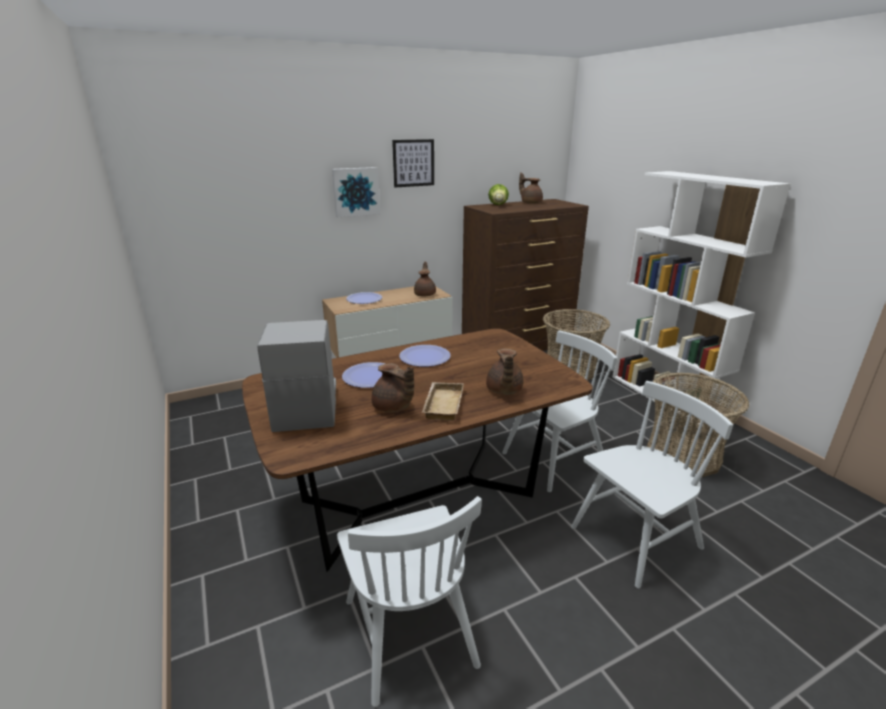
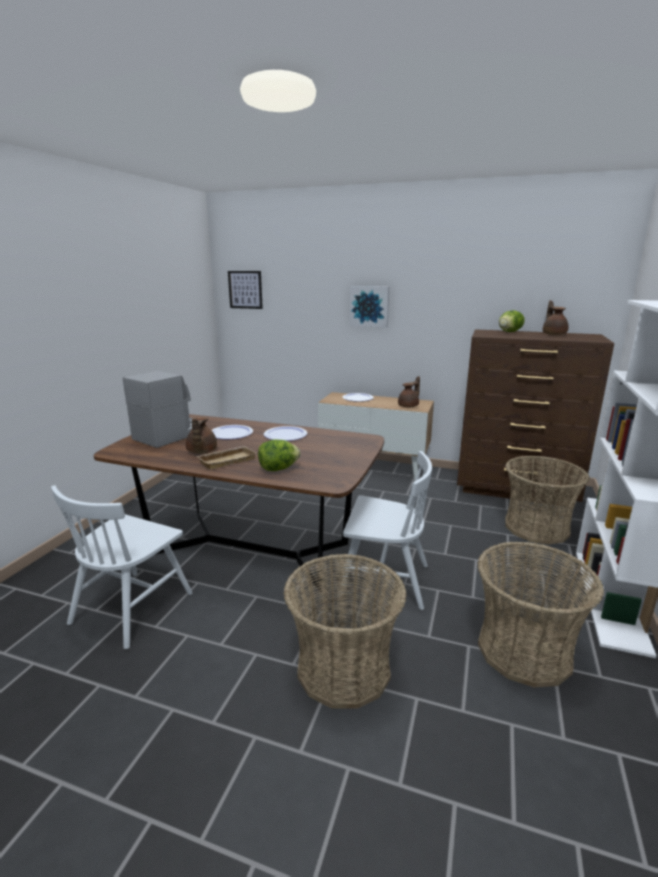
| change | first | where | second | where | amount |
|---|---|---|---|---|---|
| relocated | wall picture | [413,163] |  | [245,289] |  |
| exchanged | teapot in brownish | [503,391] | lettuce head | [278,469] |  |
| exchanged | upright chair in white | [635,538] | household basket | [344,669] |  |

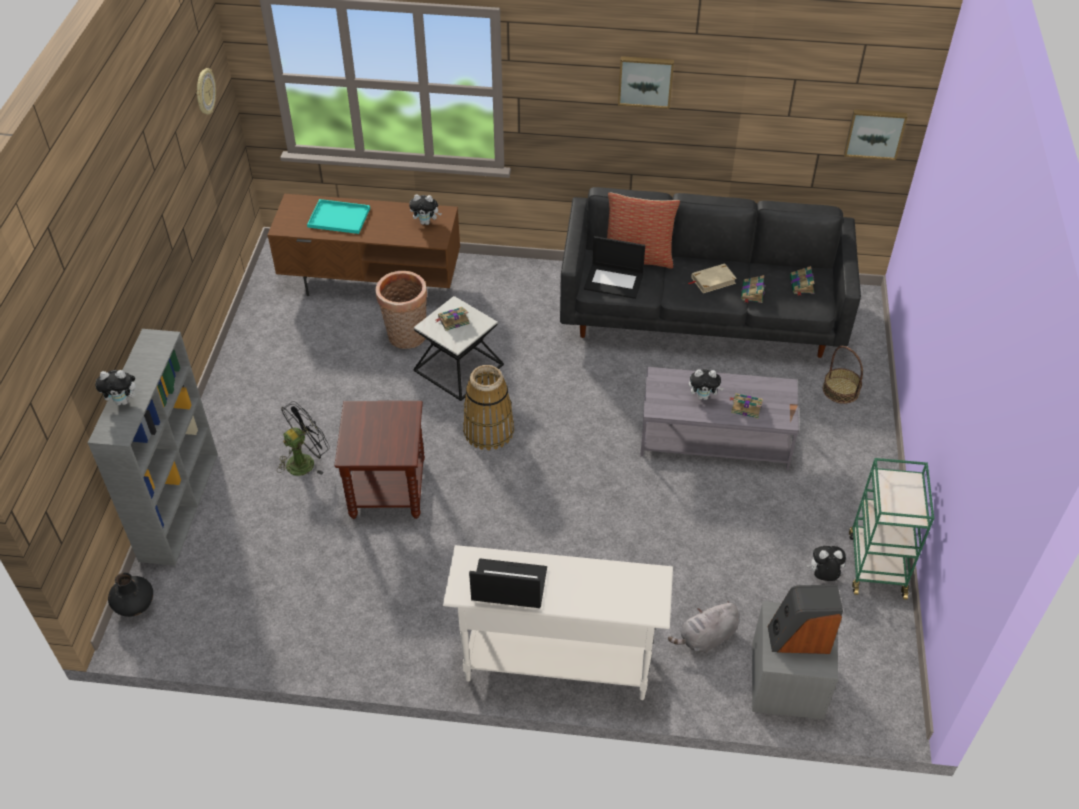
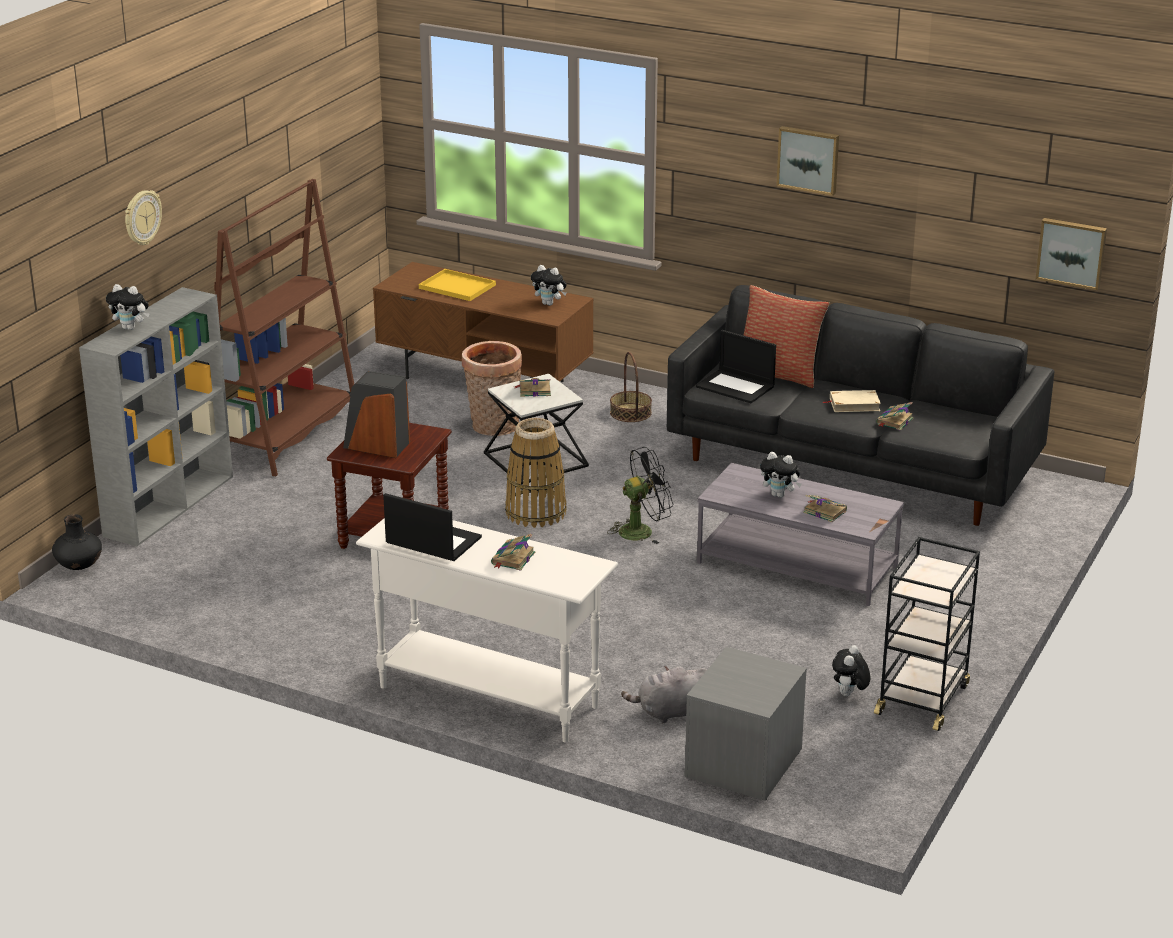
| change | first | where | second | where | amount |
|---|---|---|---|---|---|
| relocated | hanging clock | [204,92] |  | [142,217] |  |
| colour | carrying tray in turquoise-coloured | [337,218] | carrying tray in yellow-coloured | [455,286] |  |
| relocated | volume | [801,285] |  | [512,559] |  |
| relocated | household basket | [841,390] |  | [630,413] |  |
| relocated | electric fan in black-coloured | [305,461] |  | [642,530] |  |
| colour | wheeled cart in green | [876,564] | wheeled cart in black-coloured | [922,699] |  |
| spun | soft toy | [823,576] |  | [849,695] | 90 degrees counterclockwise |
| relocated | loudspeaker | [799,638] |  | [376,446] |  |
| appeared |  |  | bookshelf in brownish | [286,437] |  |

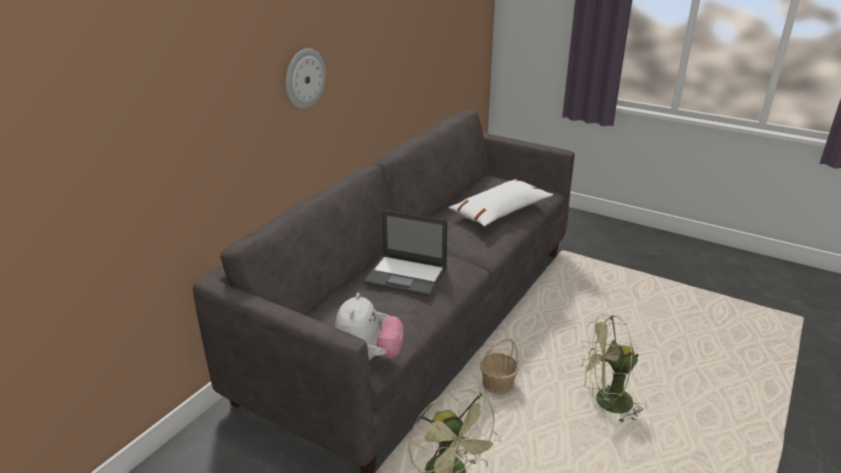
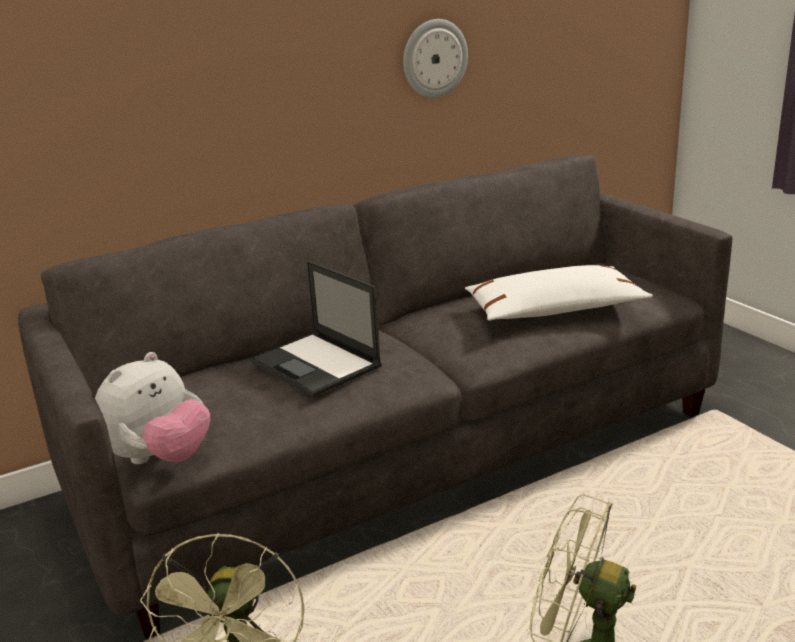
| change | first | where | second | where | amount |
|---|---|---|---|---|---|
| relocated | hanging clock | [304,78] |  | [434,58] |  |
| missing | household basket | [497,384] |  |  |  |

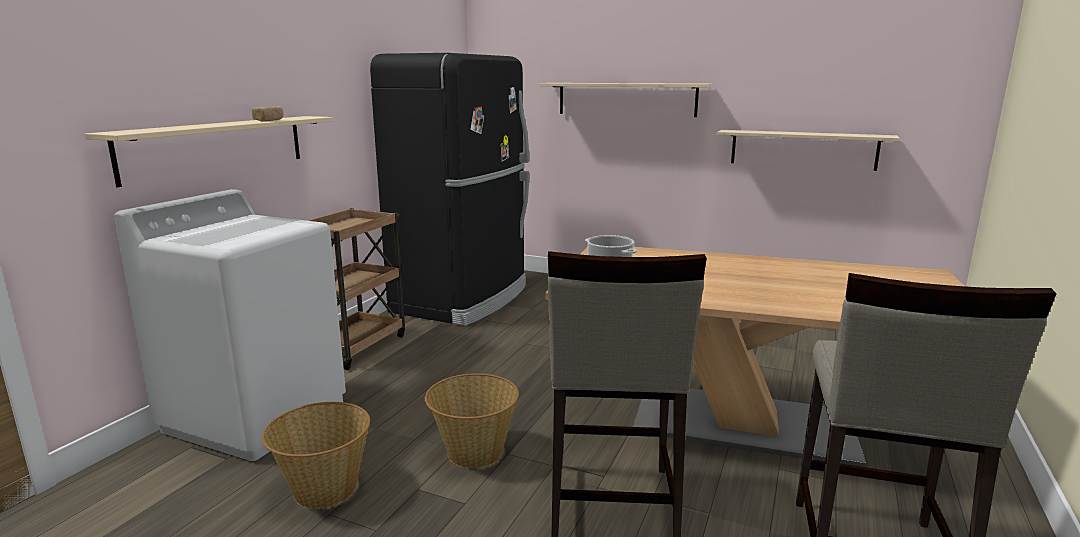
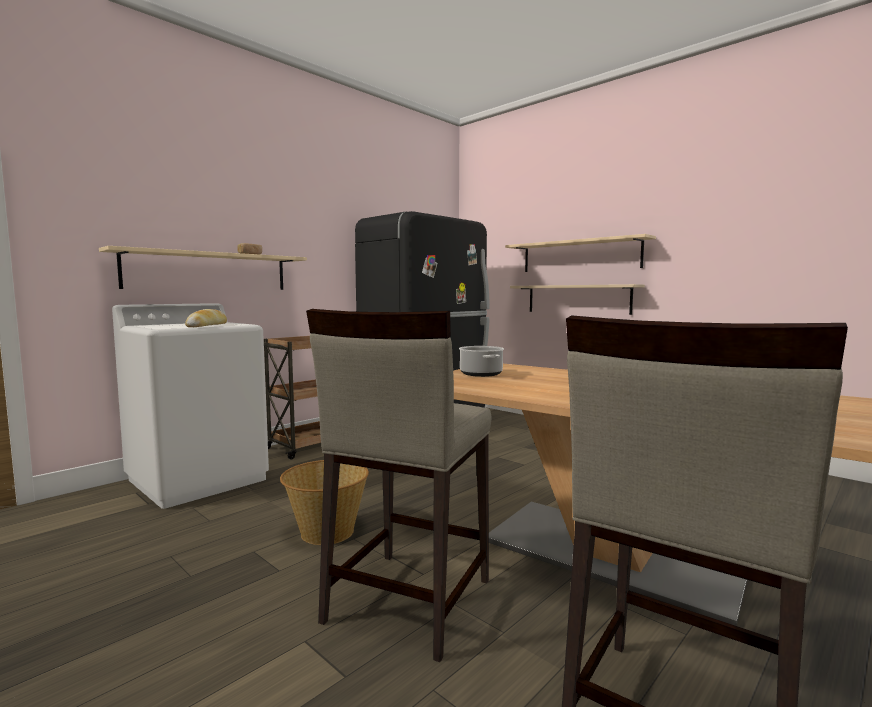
| change | first | where | second | where | amount |
|---|---|---|---|---|---|
| relocated | shelf in sand-coloured | [802,149] |  | [577,299] |  |
| missing | household basket | [324,489] |  |  |  |
| appeared |  |  | baked bread | [207,325] |  |

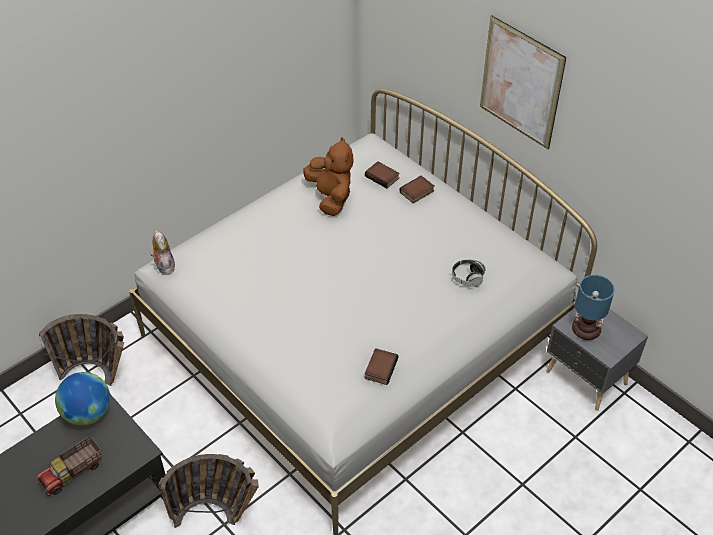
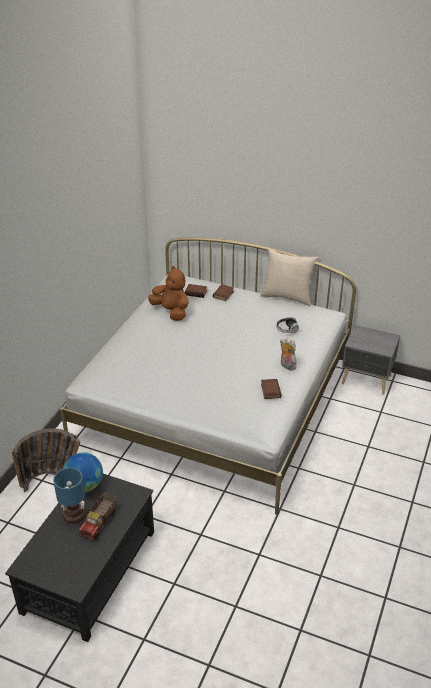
| change | first | where | second | where | amount |
|---|---|---|---|---|---|
| missing | wall picture | [520,83] |  |  |  |
| relocated | soft toy | [164,266] |  | [286,366] |  |
| relocated | tabletop lamp | [584,330] |  | [73,515] |  |
| missing | household basket | [218,516] |  |  |  |
| appeared |  |  | pillow in sand-coloured | [287,297] |  |

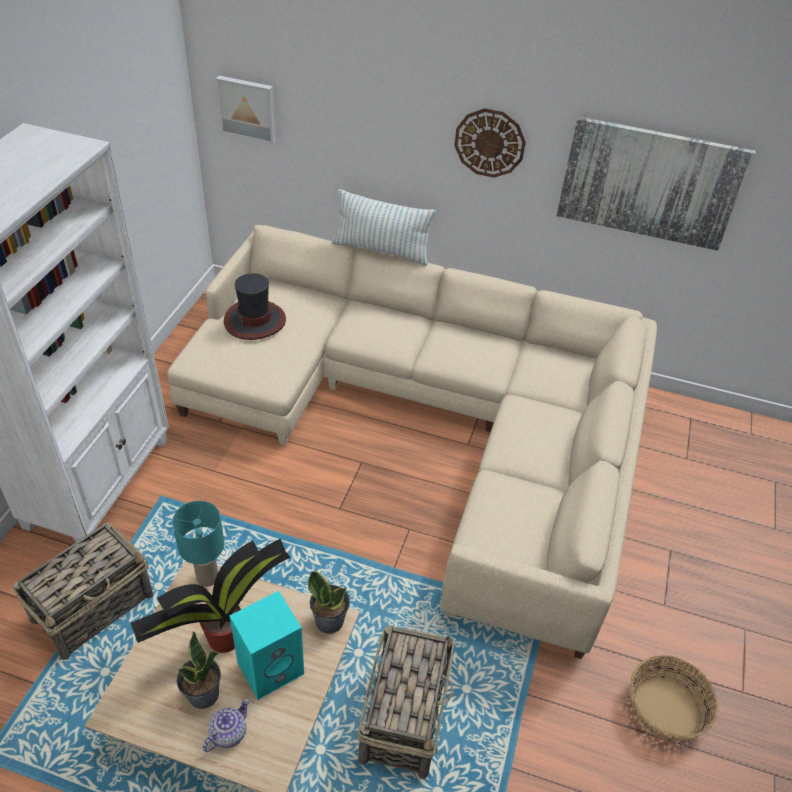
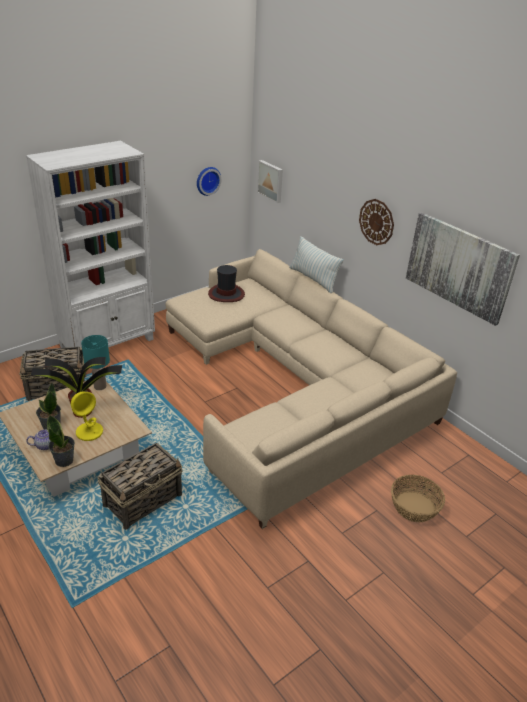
| change | first | where | second | where | amount |
|---|---|---|---|---|---|
| relocated | houseplant | [329,620] |  | [64,460] |  |
| exchanged | loudspeaker in turquoise-coloured | [271,666] | tabletop lamp in yellow-coloured | [89,432] |  |
| relocated | household basket | [664,708] |  | [414,506] |  |
| appeared |  |  | hanging clock | [207,180] |  |

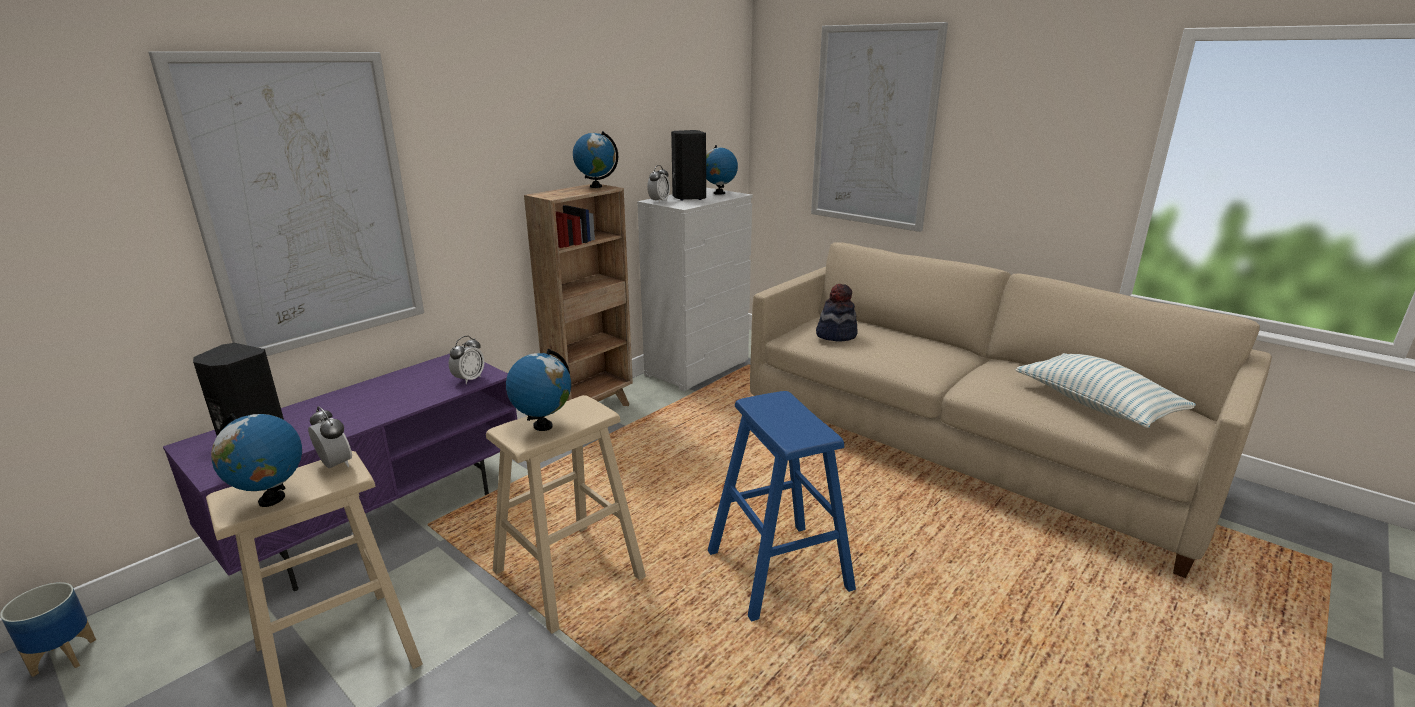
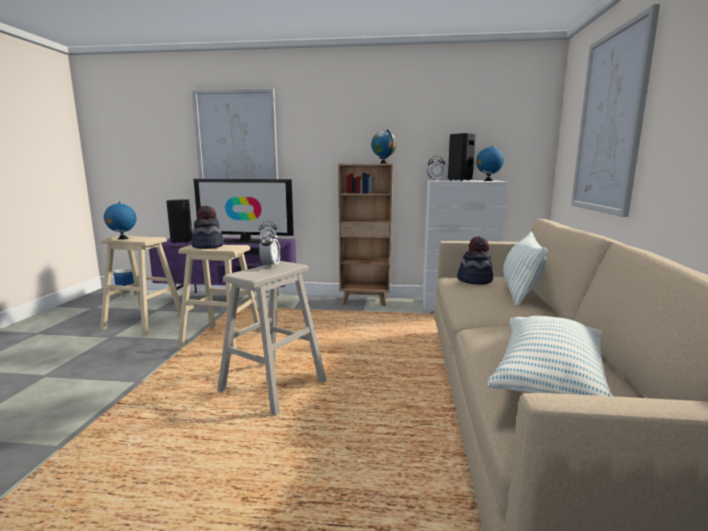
| change | first | where | second | where | amount |
|---|---|---|---|---|---|
| exchanged | world globe | [543,426] | clothing hat | [208,246] |  |
| colour | sitting stool in blue-coloured | [778,570] | sitting stool in sand-coloured | [273,386] |  |
| relocated | bedside clock | [335,465] |  | [270,266] |  |
| appeared |  |  | TV | [246,241] |  |
| appeared |  |  | pillow | [520,292] |  |

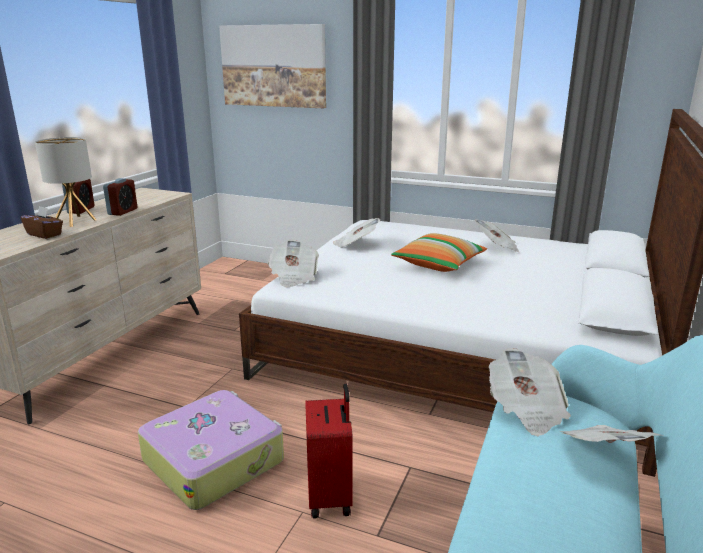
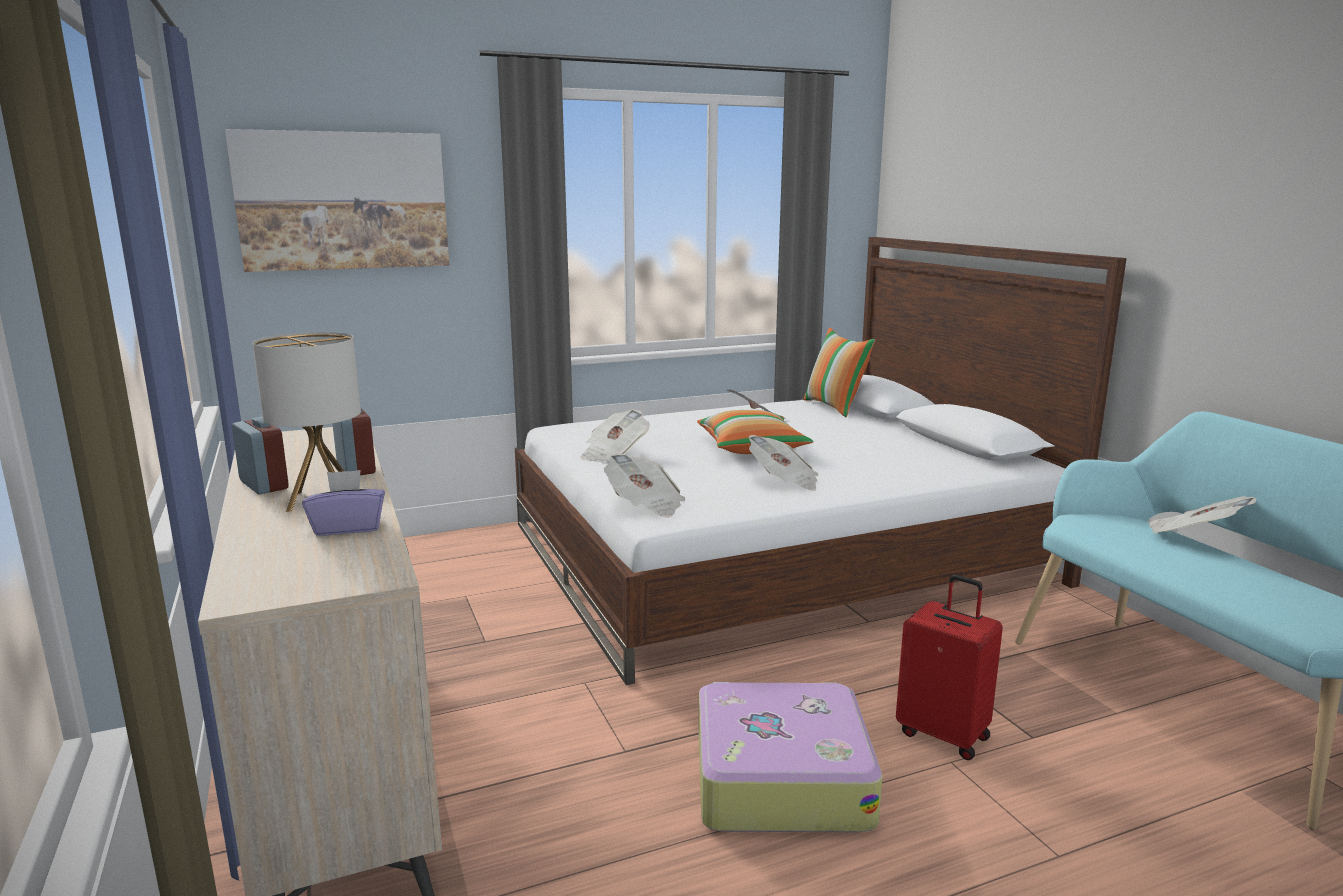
| change | first | where | second | where | amount |
|---|---|---|---|---|---|
| colour | tissue holder in brownish | [45,234] | tissue holder in purplish | [348,527] |  |
| relocated | daily paper | [526,410] |  | [784,482] |  |
| appeared |  |  | pillow | [835,407] |  |

